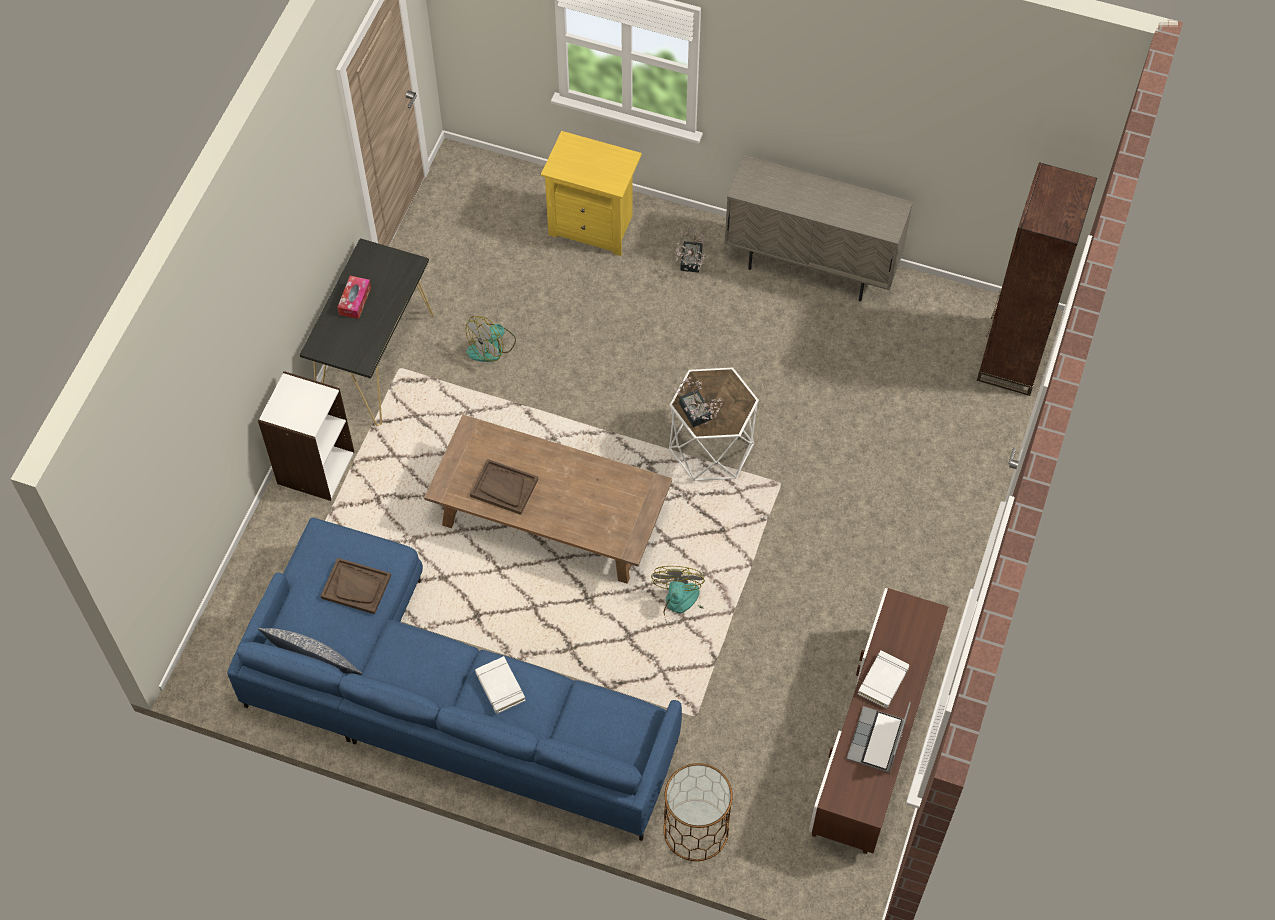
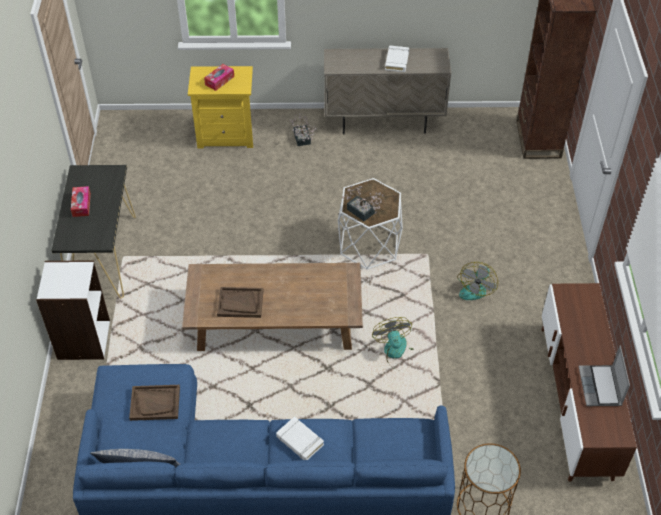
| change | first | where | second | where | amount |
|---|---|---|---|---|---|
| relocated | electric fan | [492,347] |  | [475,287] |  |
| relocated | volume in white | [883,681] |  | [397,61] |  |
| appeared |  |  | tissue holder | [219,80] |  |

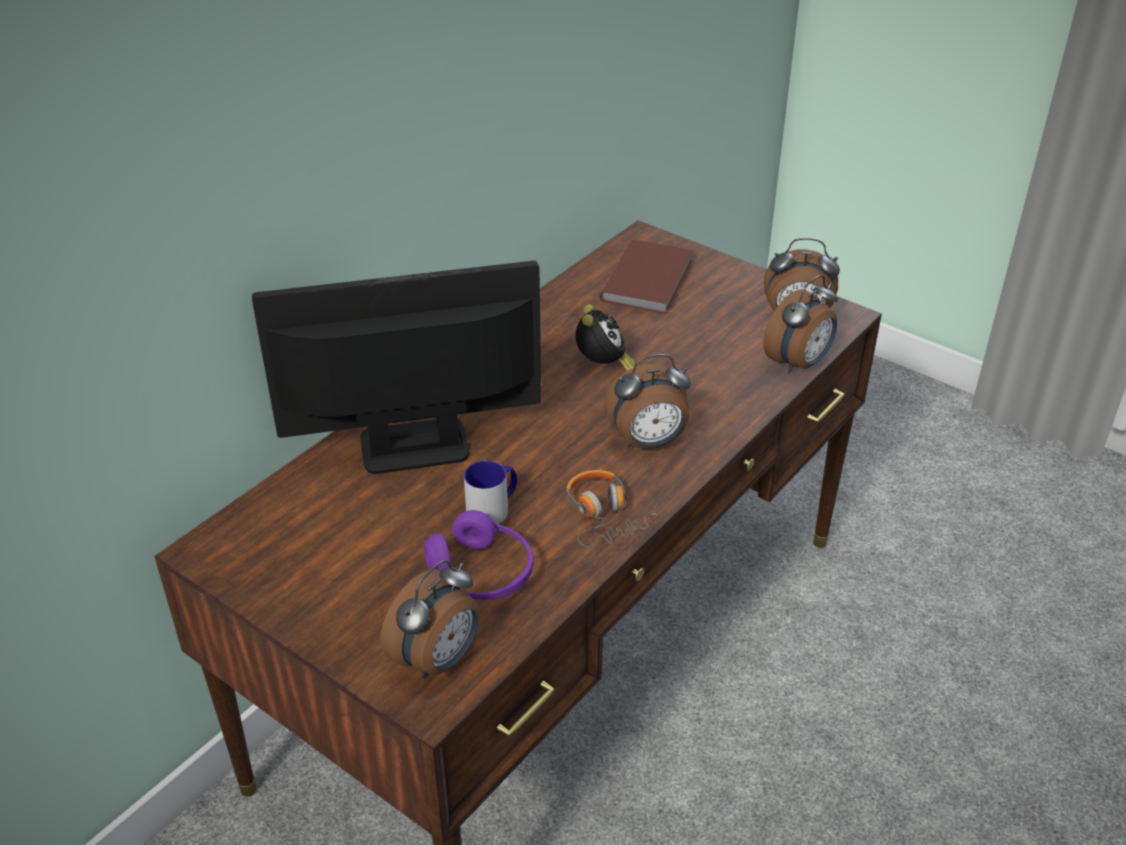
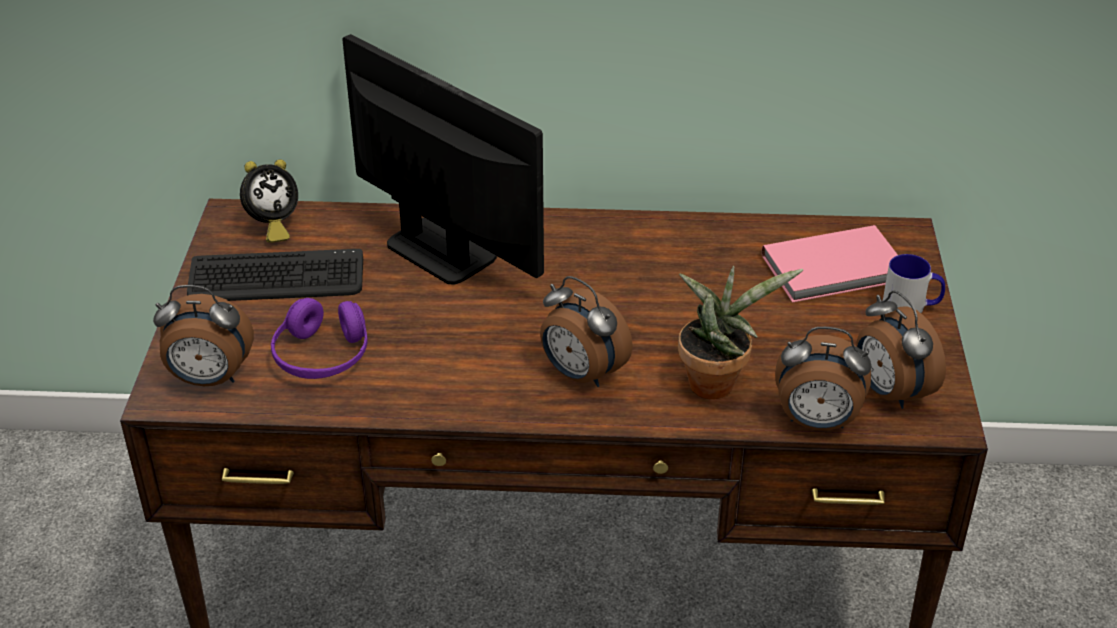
| change | first | where | second | where | amount |
|---|---|---|---|---|---|
| colour | volume in brownish | [650,280] | volume in pink-coloured | [836,269] |  |
| relocated | bedside clock | [603,367] |  | [272,226] |  |
| relocated | coffee mug | [493,508] |  | [911,307] |  |
| missing | headset | [603,515] |  |  |  |
| appeared |  |  | keyboard | [276,279] |  |
| appeared |  |  | houseplant | [716,381] |  |

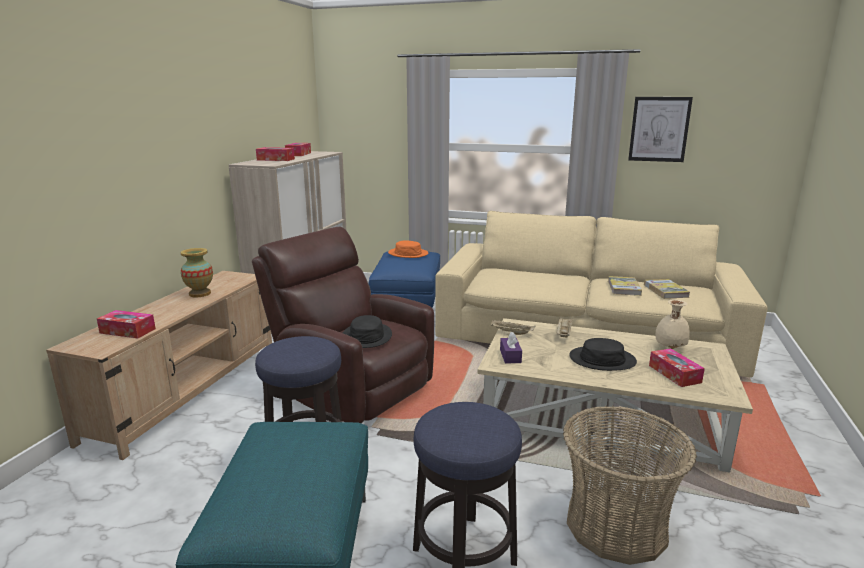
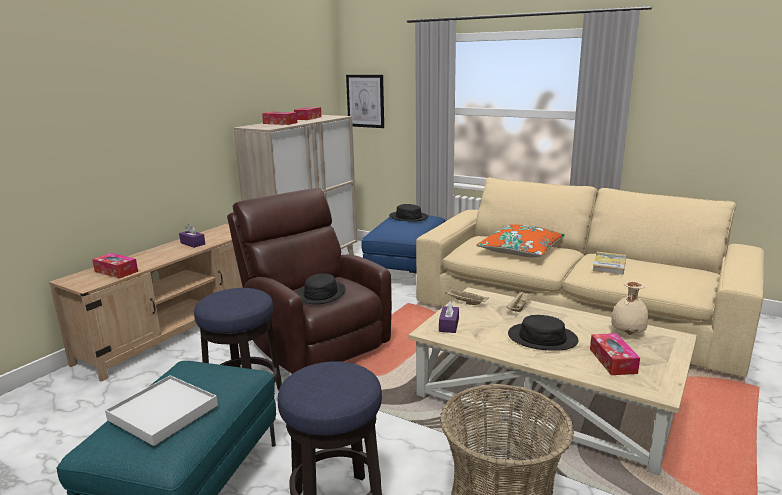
| change | first | where | second | where | amount |
|---|---|---|---|---|---|
| relocated | wall picture | [659,129] |  | [365,101] |  |
| colour | clothing hat in orange | [408,253] | clothing hat in black-coloured | [408,217] |  |
| exchanged | vase | [200,294] | tissue holder in purplish | [192,243] |  |
| missing | volume | [665,291] |  |  |  |
| appeared |  |  | pillow in orange | [520,250] |  |
| appeared |  |  | carrying tray in white | [163,412] |  |

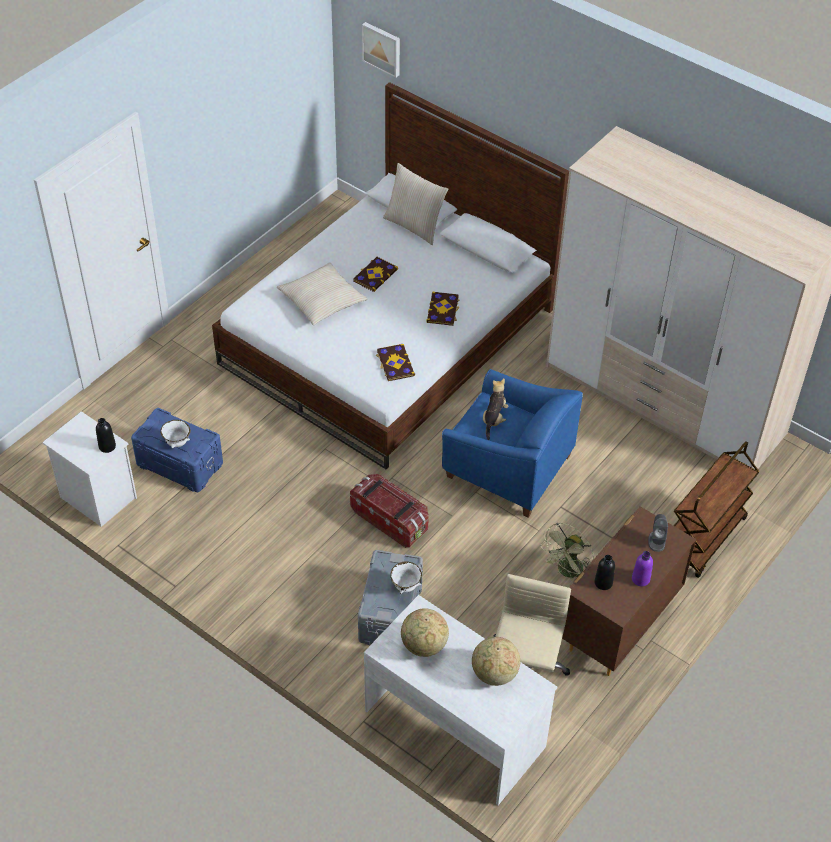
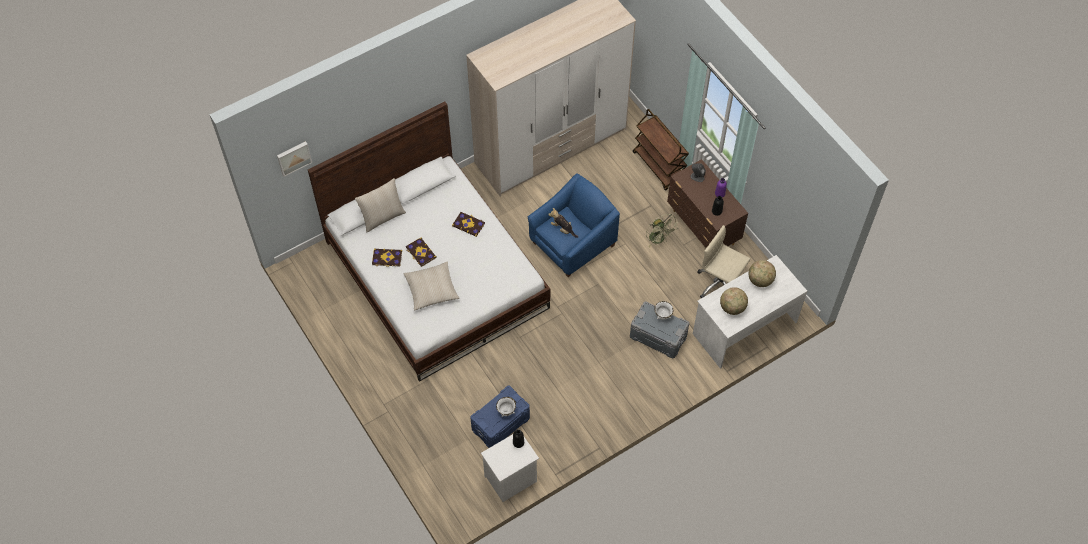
| change | first | where | second | where | amount |
|---|---|---|---|---|---|
| relocated | volume | [395,363] |  | [387,258] |  |
| missing | storage box | [390,520] |  |  |  |

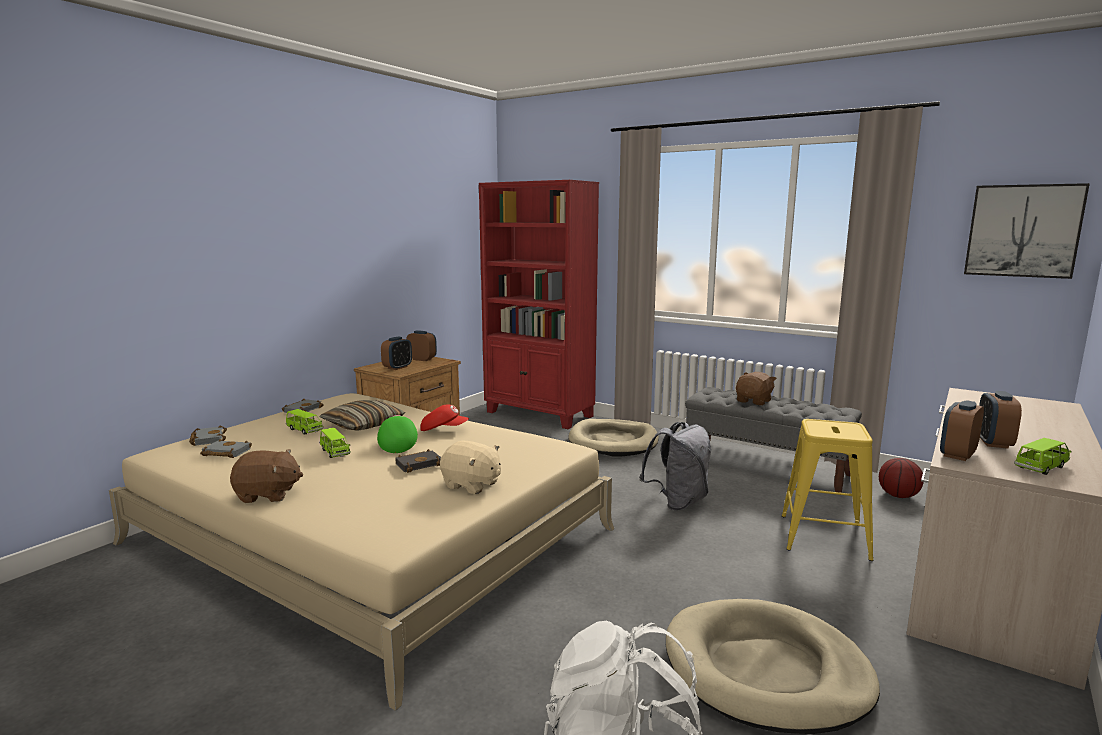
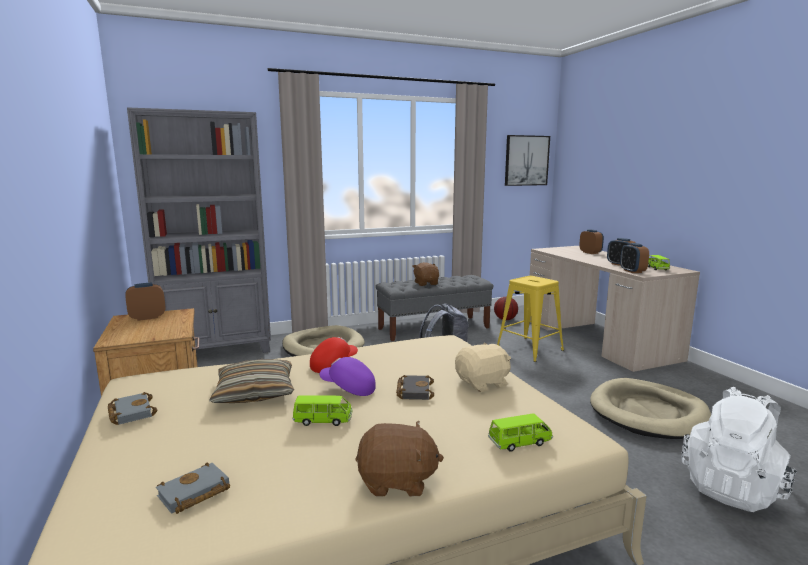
| change | first | where | second | where | amount |
|---|---|---|---|---|---|
| colour | bookshelf in red-coloured | [539,414] | bookshelf in grey | [217,350] |  |
| relocated | bedside clock | [397,367] |  | [590,253] |  |
| relocated | model car in green | [304,430] |  | [520,443] |  |
| colour | cap in green | [397,445] | cap in purplish | [348,389] |  |
| missing | volume in grey | [207,439] |  |  |  |
| spun | soft toy in brownish | [267,495] |  | [397,481] | 60 degrees clockwise |

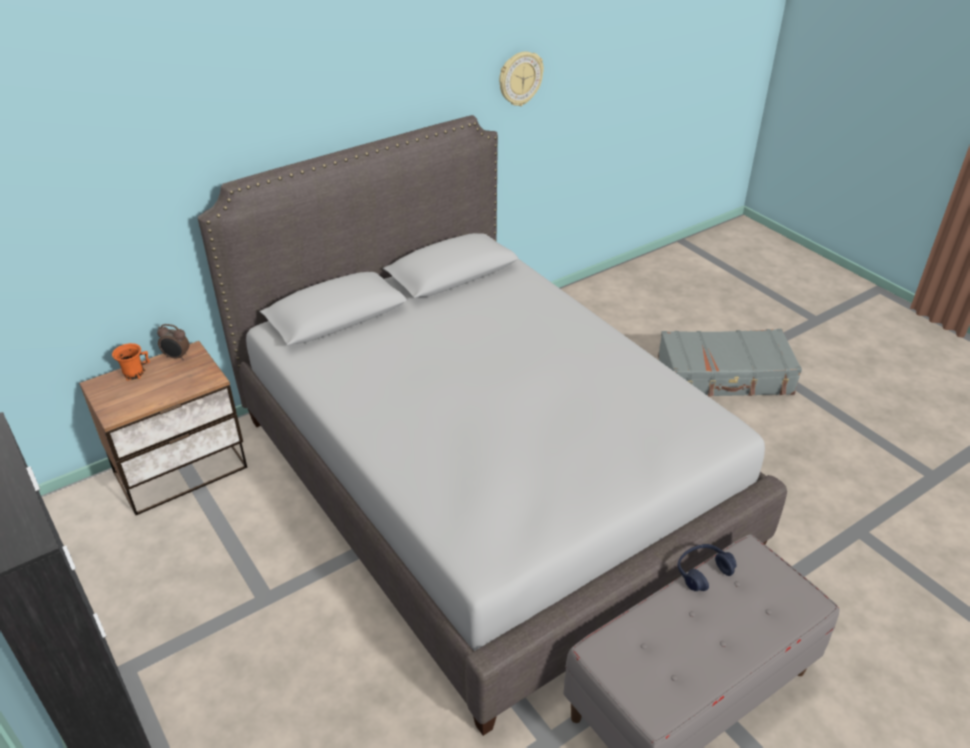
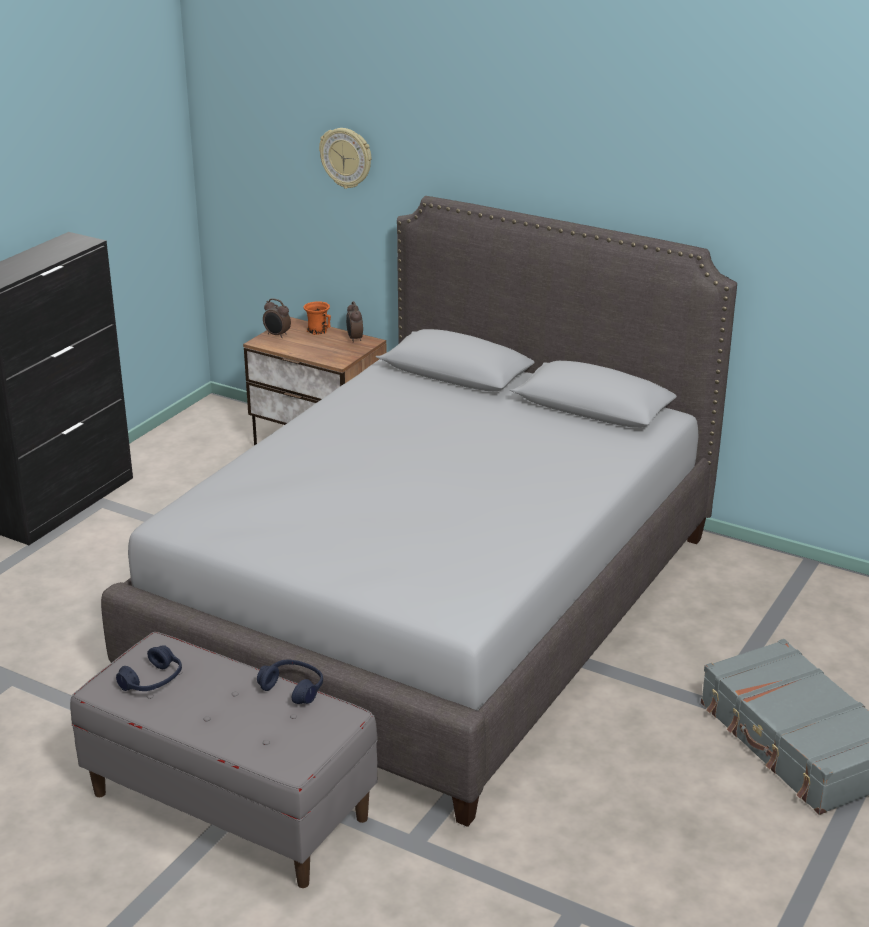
| change | first | where | second | where | amount |
|---|---|---|---|---|---|
| relocated | hanging clock | [520,78] |  | [346,157] |  |
| appeared |  |  | bedside clock | [277,335] |  |
| appeared |  |  | headset in blue-coloured | [152,681] |  |

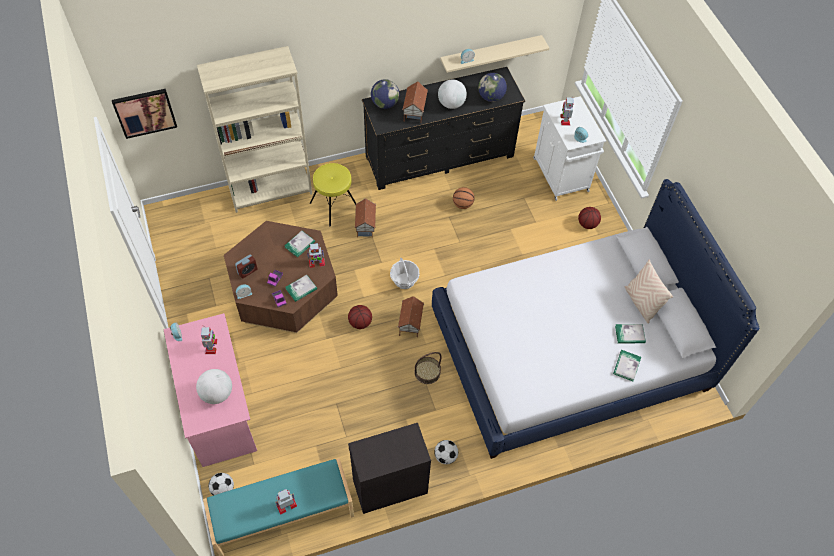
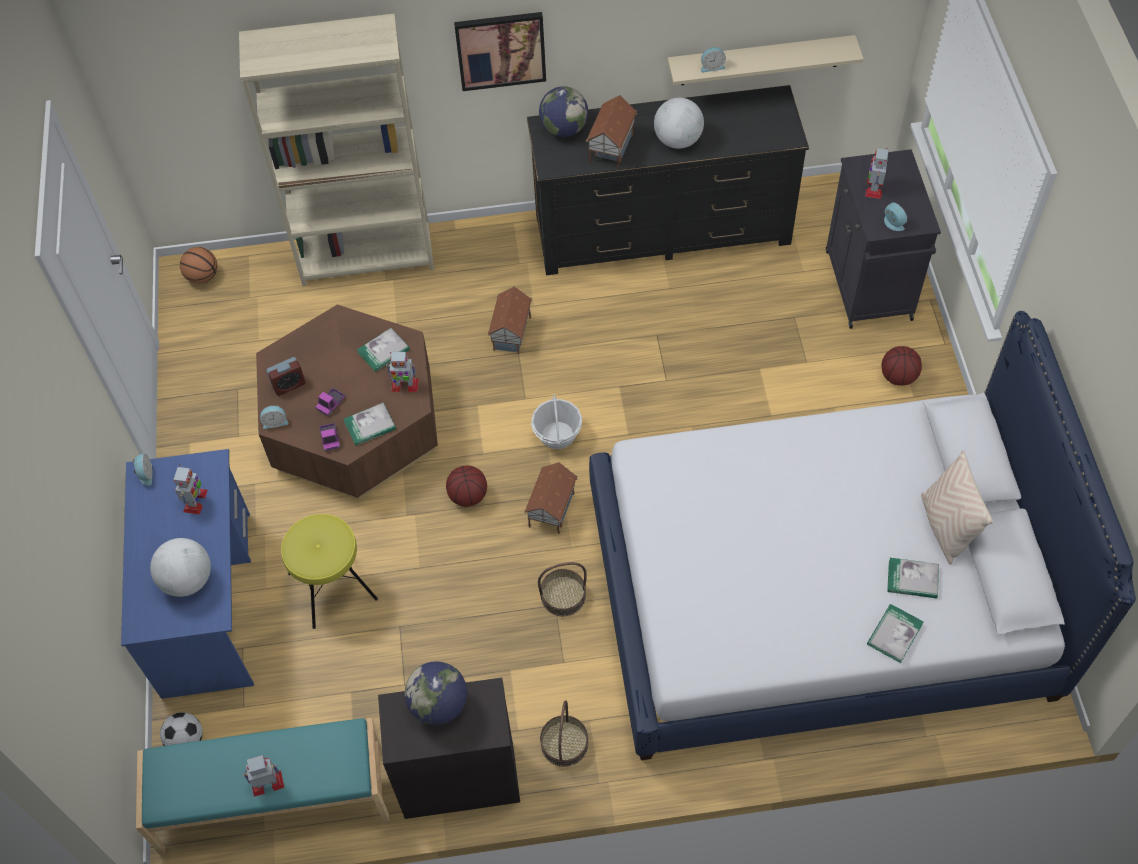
| change | first | where | second | where | amount |
|---|---|---|---|---|---|
| relocated | world globe | [491,97] |  | [439,704] |  |
| relocated | wall picture | [145,112] |  | [501,50] |  |
| colour | storage cabinet in white | [561,176] | storage cabinet in black-coloured | [869,287] |  |
| relocated | sitting stool in yellow-coloured | [335,206] |  | [333,586] |  |
| relocated | ball for basketball | [462,204] |  | [203,276] |  |
| colour | desk table in pink-coloured | [218,406] | desk table in blue-coloured | [207,603] |  |
| exchanged | football | [445,456] | household basket | [564,743] |  |

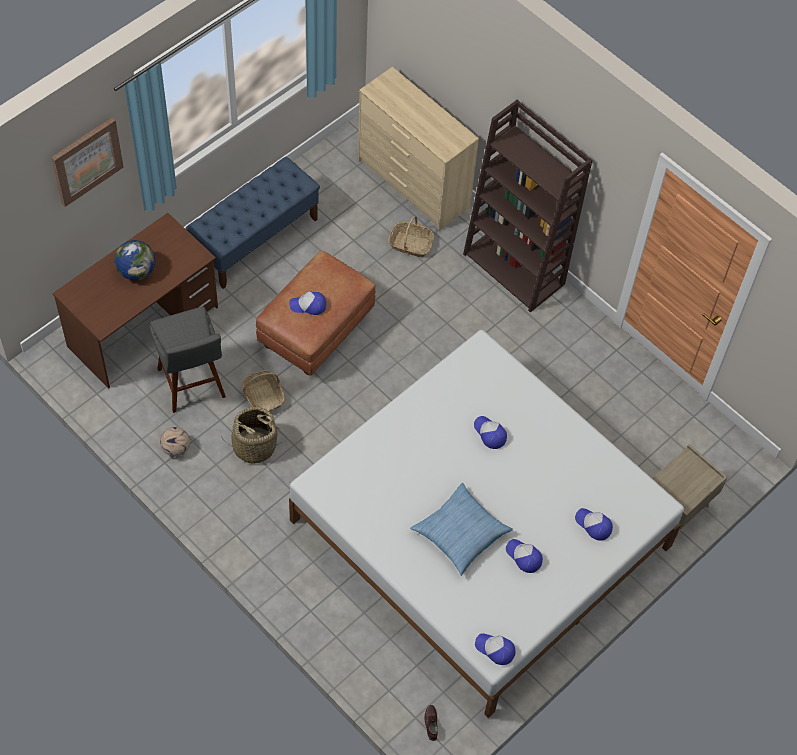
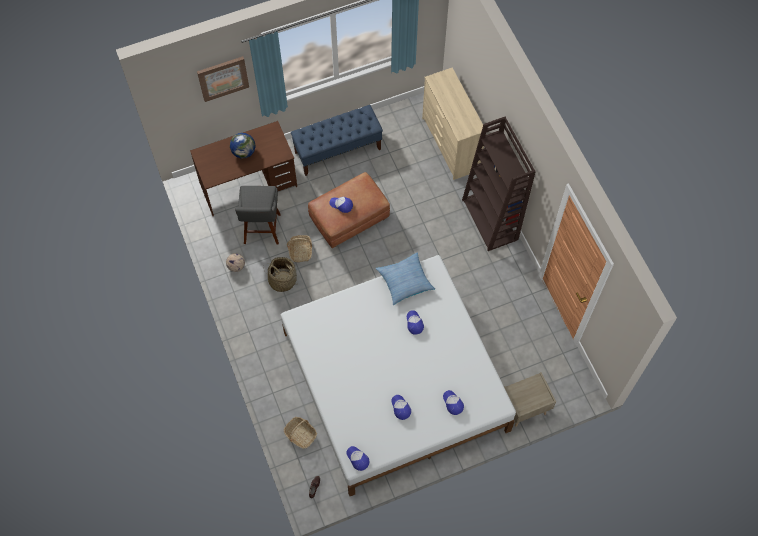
| change | first | where | second | where | amount |
|---|---|---|---|---|---|
| relocated | household basket | [410,244] |  | [300,434] |  |
| relocated | pillow | [461,533] |  | [405,281] |  |

